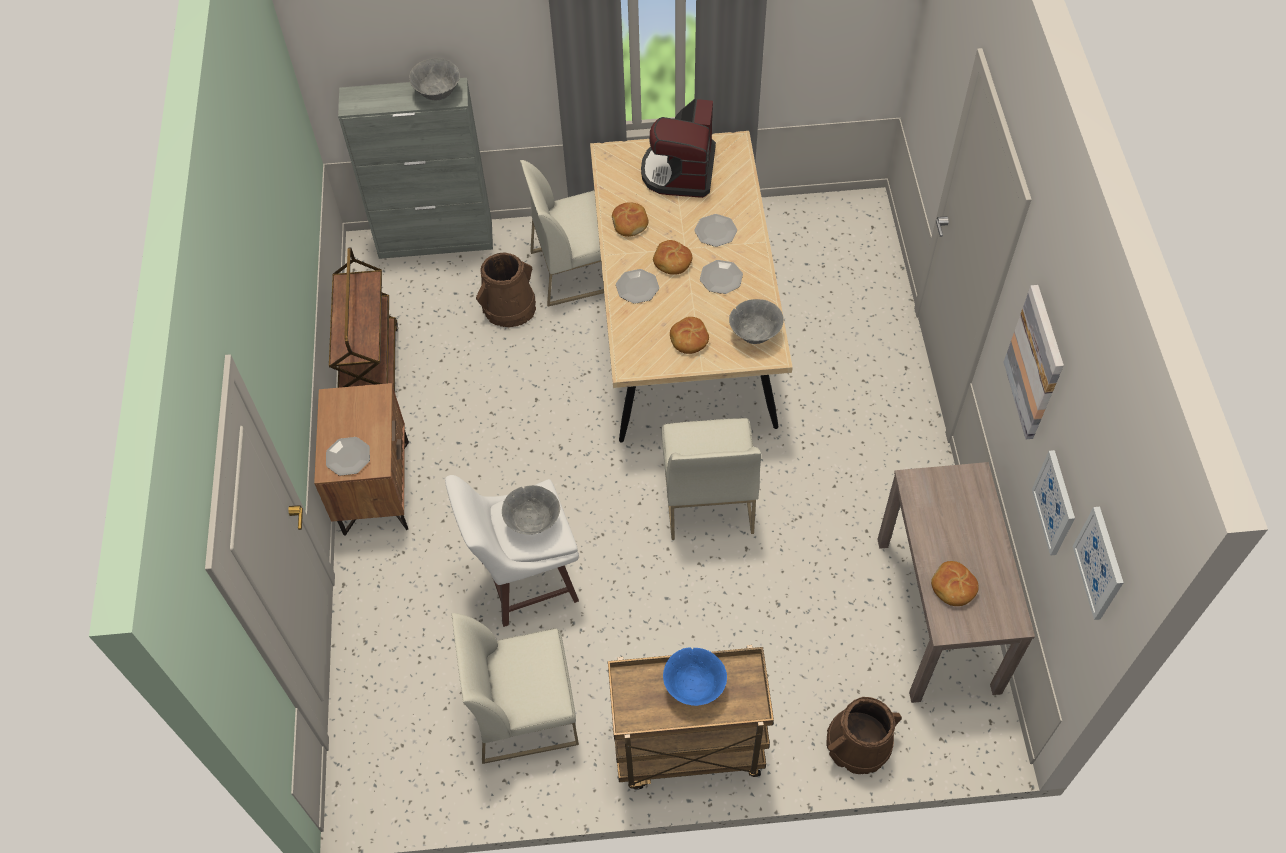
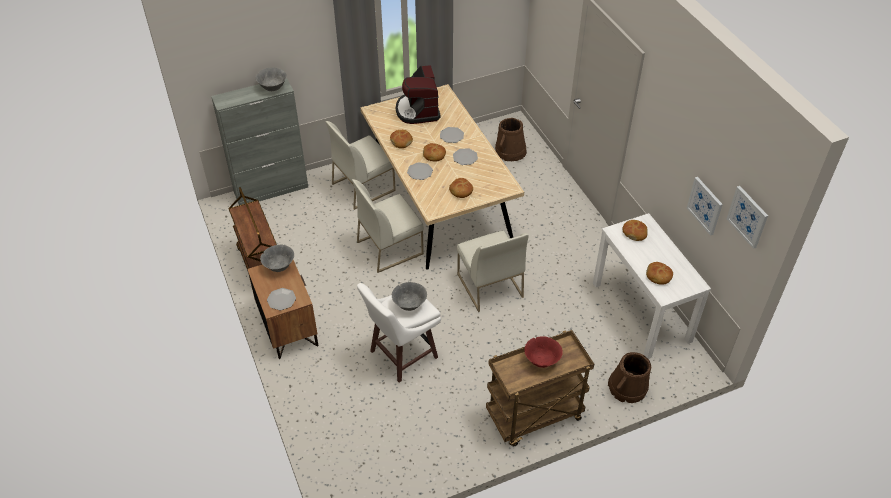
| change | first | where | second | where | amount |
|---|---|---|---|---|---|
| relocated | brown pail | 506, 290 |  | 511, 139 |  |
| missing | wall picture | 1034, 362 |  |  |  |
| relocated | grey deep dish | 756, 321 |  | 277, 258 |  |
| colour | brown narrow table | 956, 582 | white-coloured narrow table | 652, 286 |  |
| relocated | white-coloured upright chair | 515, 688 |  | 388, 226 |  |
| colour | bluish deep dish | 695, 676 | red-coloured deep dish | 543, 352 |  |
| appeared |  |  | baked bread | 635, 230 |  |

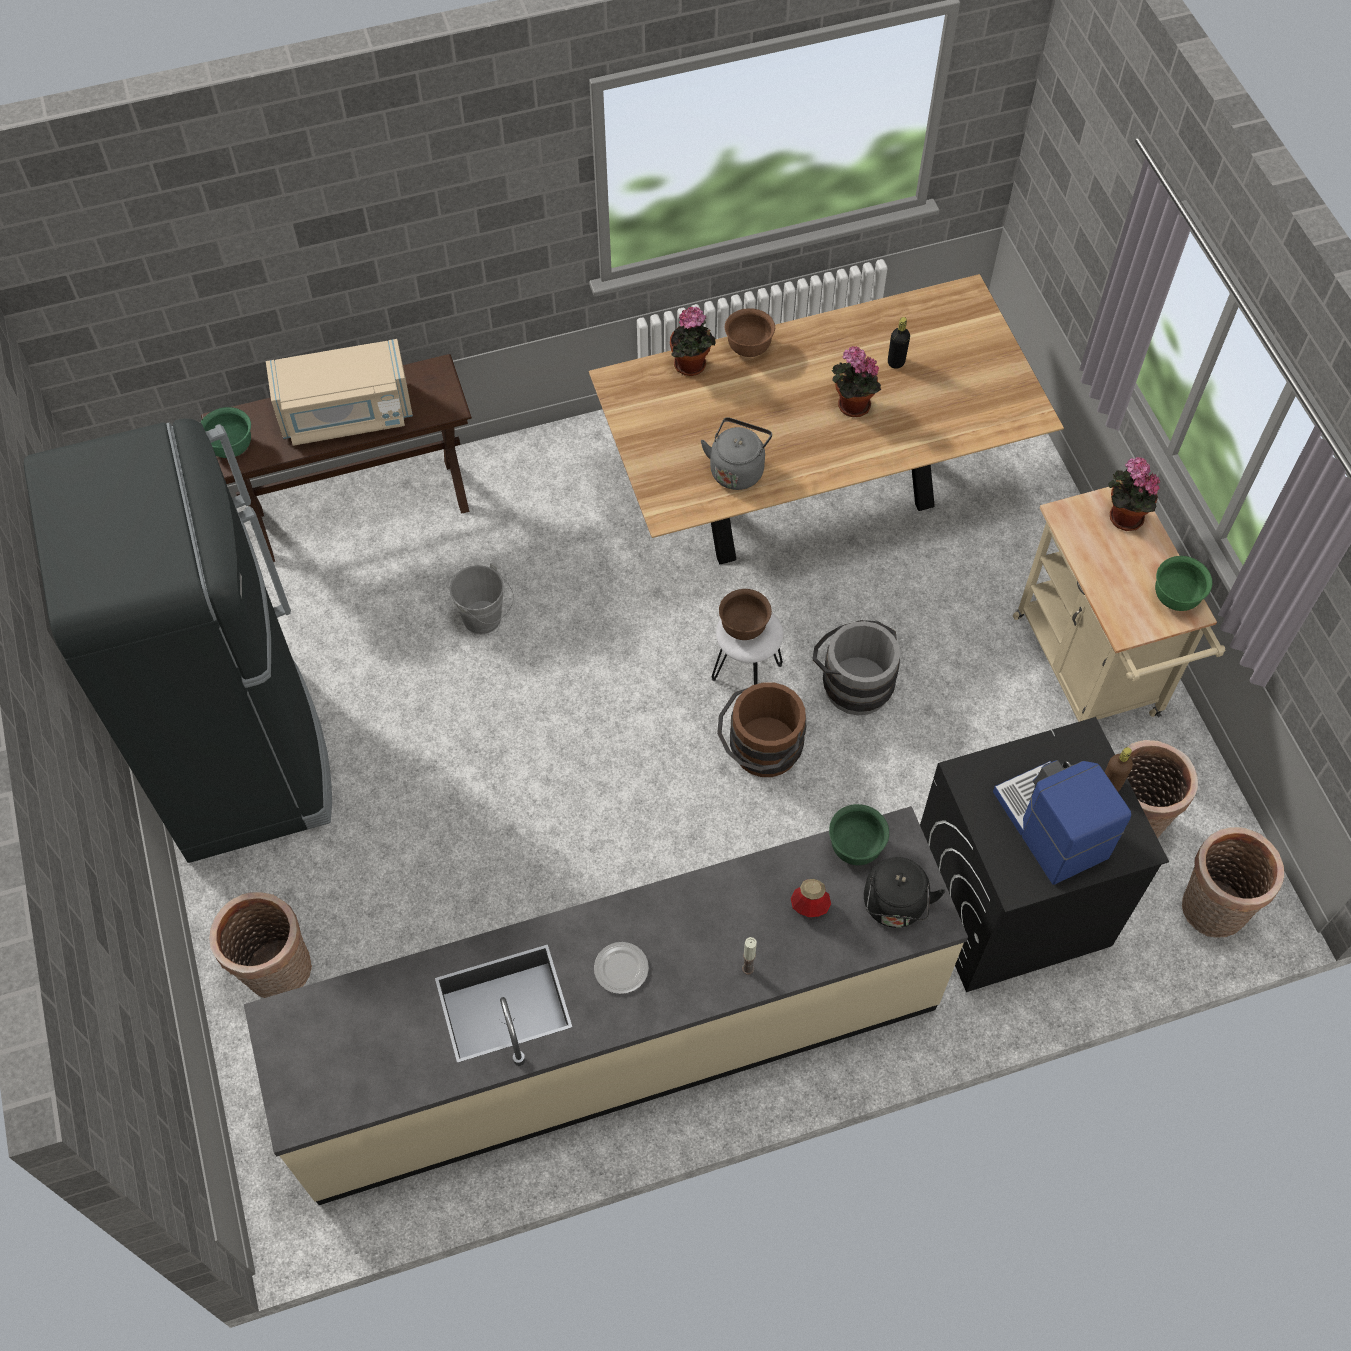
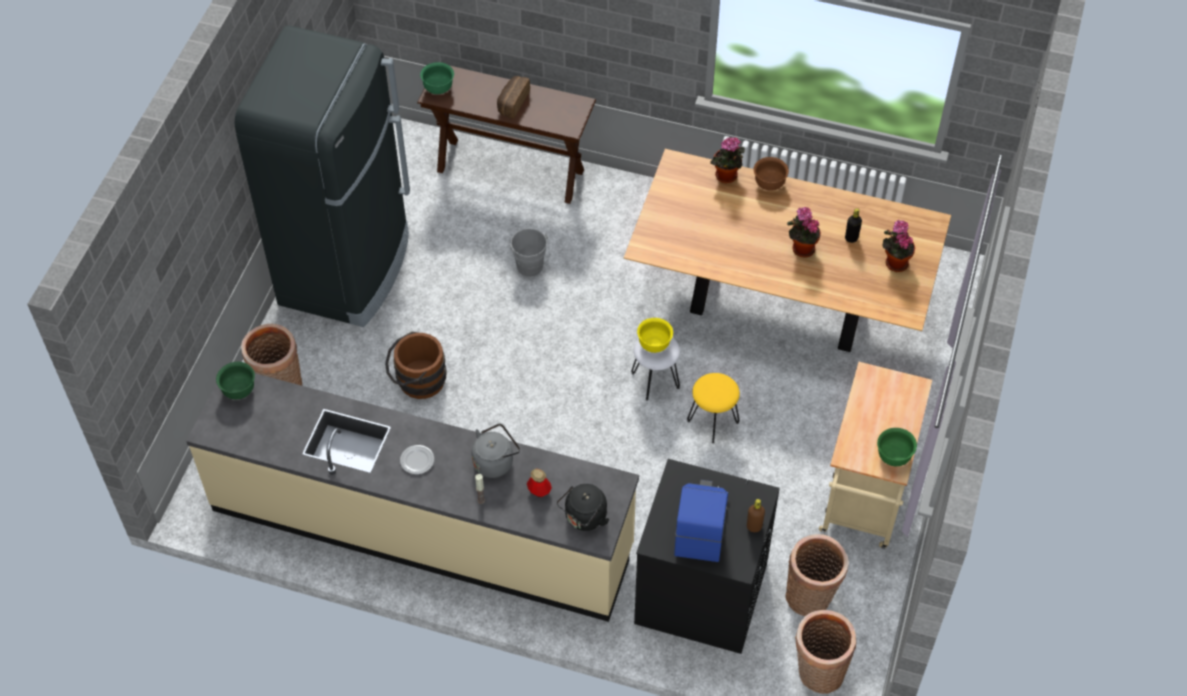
| change | first | where | second | where | amount |
|---|---|---|---|---|---|
| exchanged | beige microwave oven | 339, 392 | baked bread | 513, 97 |  |
| relocated | grey tea kettle | 736, 453 |  | 496, 450 |  |
| relocated | houseplant | 1134, 494 |  | 898, 246 |  |
| colour | brown deep dish | 745, 614 | yellowish deep dish | 655, 335 |  |
| exchanged | grey pail | 856, 667 | yellowish stool seat | 713, 408 |  |
| relocated | brown pail | 761, 729 |  | 415, 365 |  |
| relocated | green deep dish | 859, 834 |  | 235, 380 |  |

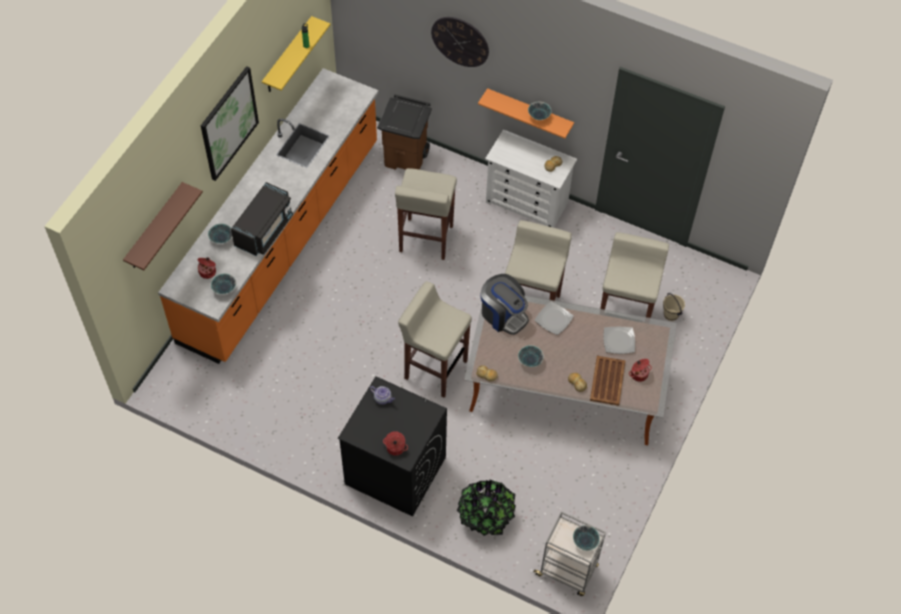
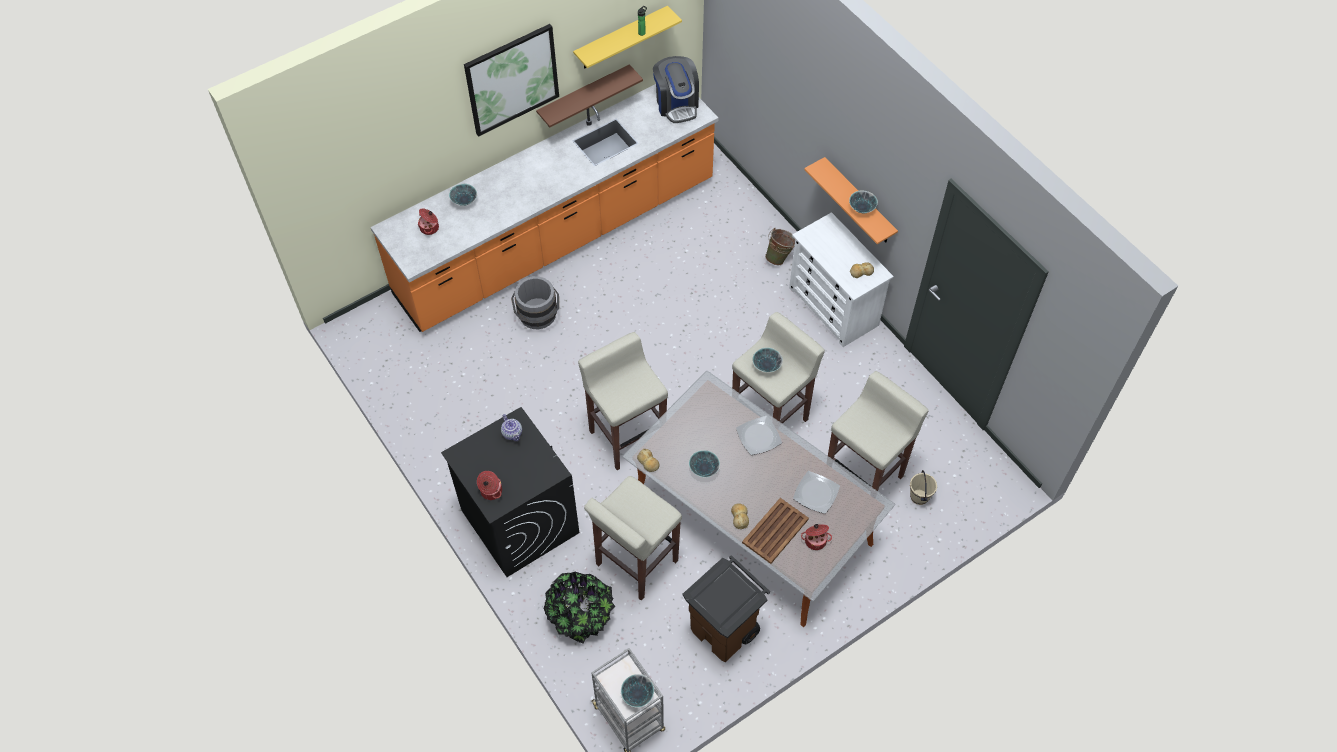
| change | first | where | second | where | amount |
|---|---|---|---|---|---|
| missing | wall clock | 460, 42 |  |  |  |
| relocated | brown rubbish bin | 404, 132 |  | 726, 608 |  |
| relocated | beige stool seat | 426, 214 |  | 633, 538 |  |
| relocated | brown bracket shelf | 163, 226 |  | 589, 95 |  |
| missing | blackish microwave oven | 262, 219 |  |  |  |
| relocated | deep dish | 223, 283 |  | 767, 359 |  |
| relocated | coffee maker | 505, 304 |  | 676, 89 |  |
| appeared |  |  | green pail | 780, 246 |  |
| appeared |  |  | grey pail | 535, 302 |  |

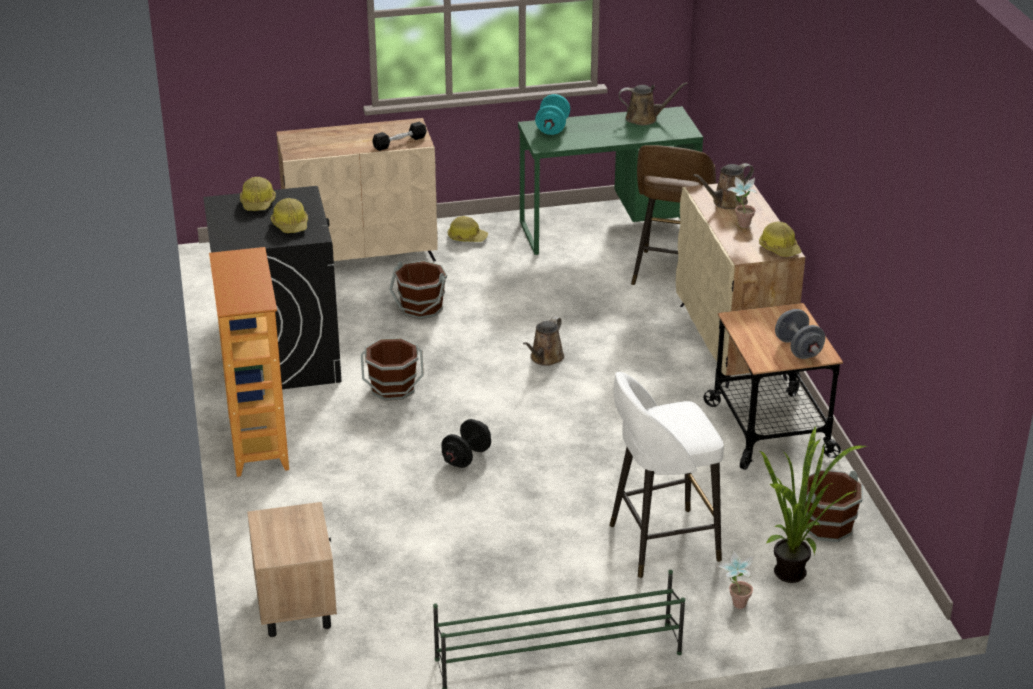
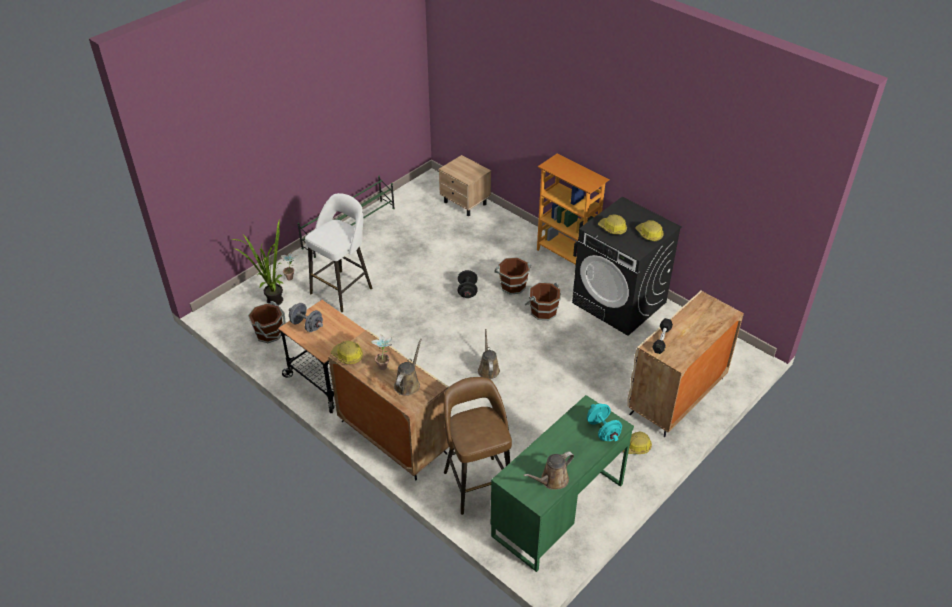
| change | first | where | second | where | amount |
|---|---|---|---|---|---|
| relocated | brown pail | 418, 290 |  | 512, 276 |  |

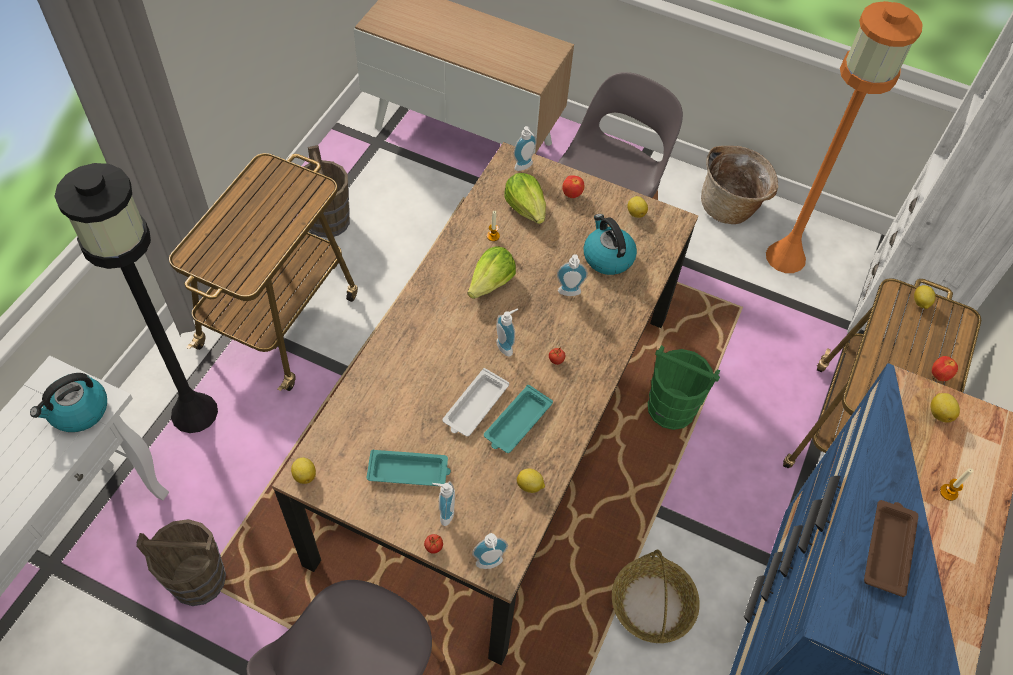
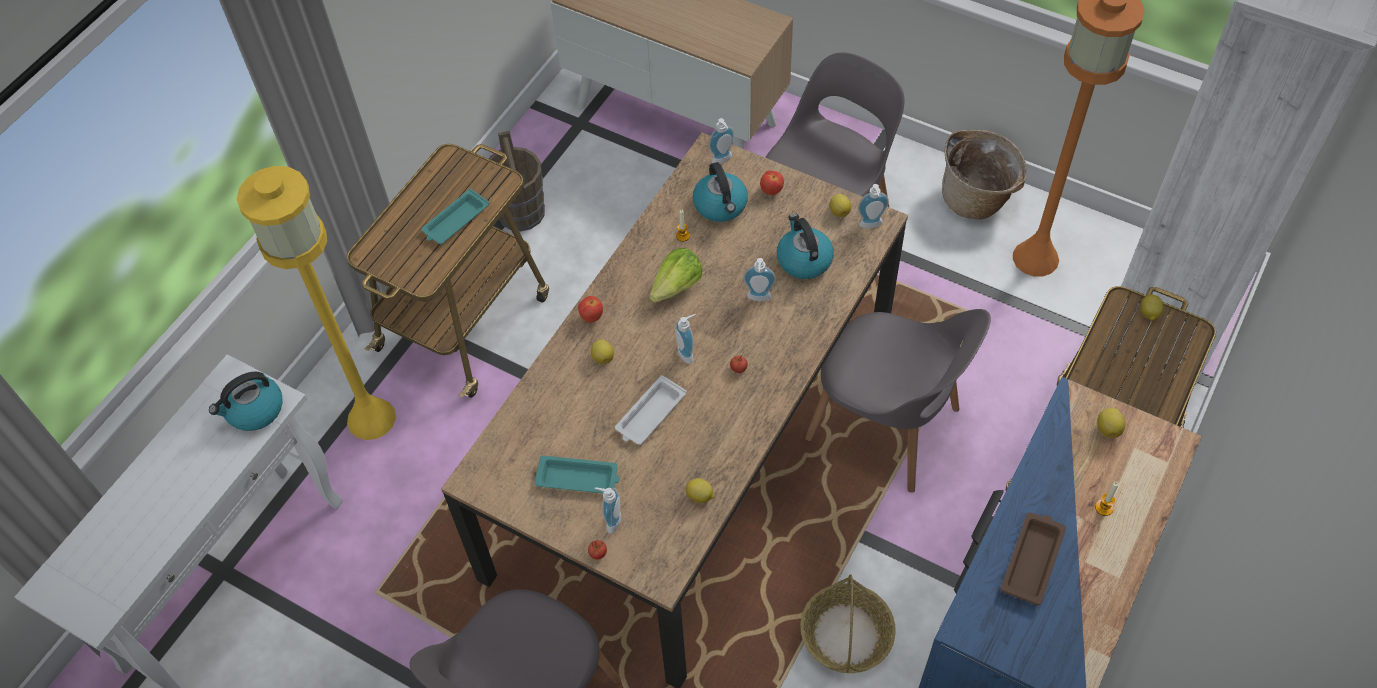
| change | first | where | second | where | amount |
|---|---|---|---|---|---|
| colour | blackish standing lamp | 136, 298 | yellowish standing lamp | 316, 303 |  |
| exchanged | lettuce | 525, 198 | tea kettle | 720, 192 |  |
| exchanged | green pail | 684, 387 | grey upright chair | 898, 401 |  |
| relocated | apple | 945, 368 |  | 590, 309 |  |
| relocated | turquoise-coloured carrying tray | 518, 419 |  | 455, 216 |  |
| relocated | citrus fruit | 303, 470 |  | 602, 351 |  |
| missing | brown pail | 181, 562 |  |  |  |
| relocated | soap dispenser | 490, 551 |  | 873, 206 |  |

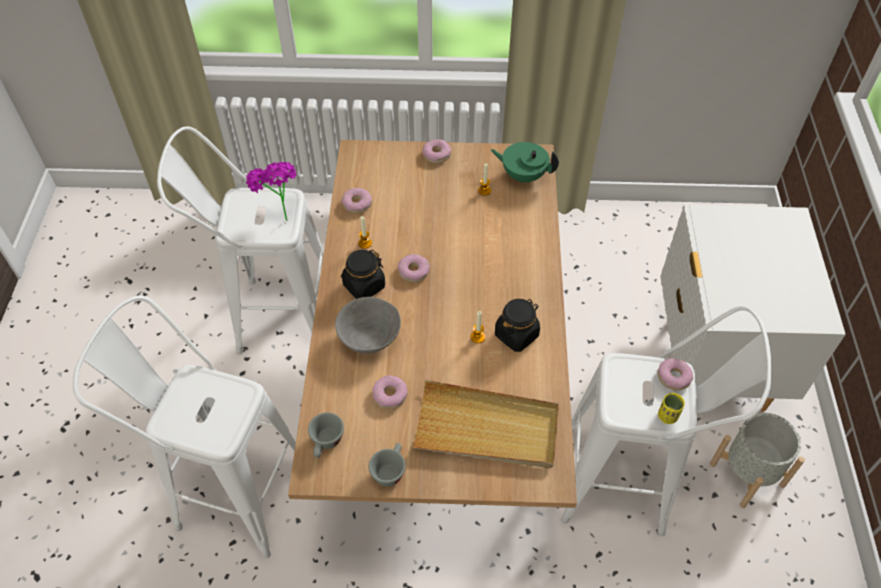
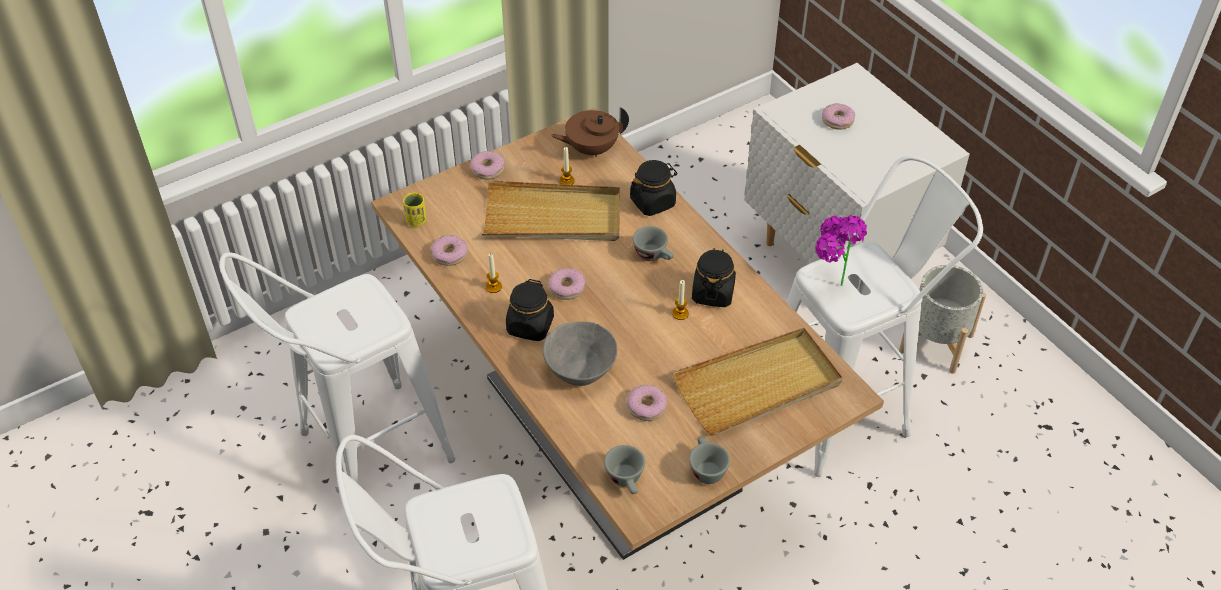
| change | first | where | second | where | amount |
|---|---|---|---|---|---|
| colour | green tea pot | 524, 163 | brown tea pot | 590, 132 |  |
| relocated | houseplant | 271, 191 |  | 841, 250 |  |
| relocated | donut | 675, 374 |  | 838, 116 |  |
| relocated | yellowish cup | 671, 408 |  | 414, 210 |  |
| appeared |  |  | blackish preserve jar | 653, 188 |  |
| appeared |  |  | beige carrying tray | 551, 211 |  |
| appeared |  |  | grey cup | 653, 243 |  |

